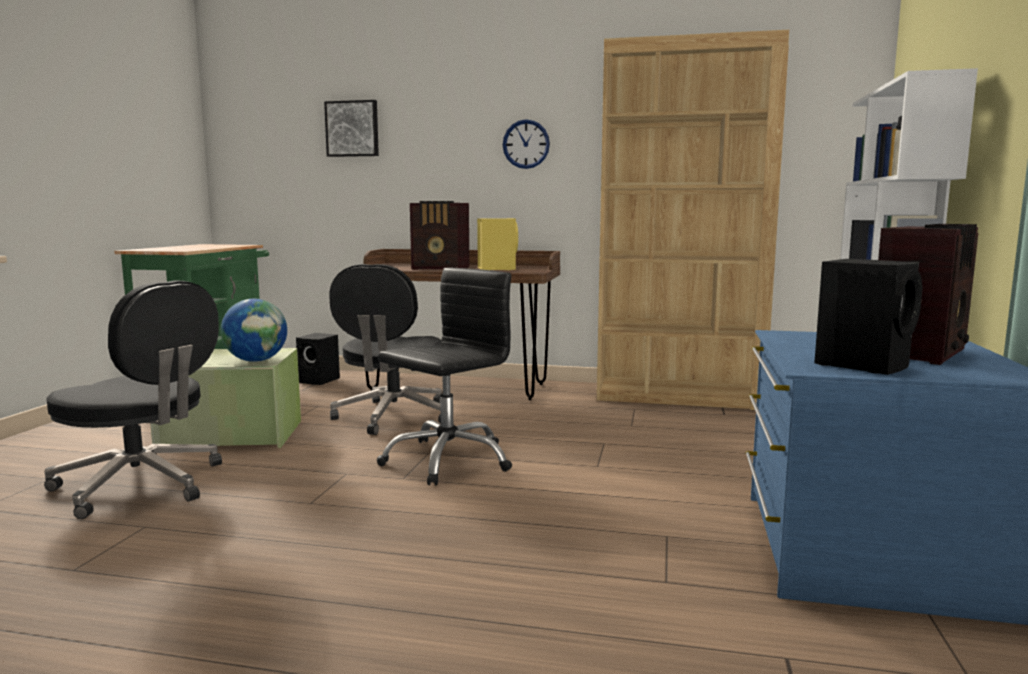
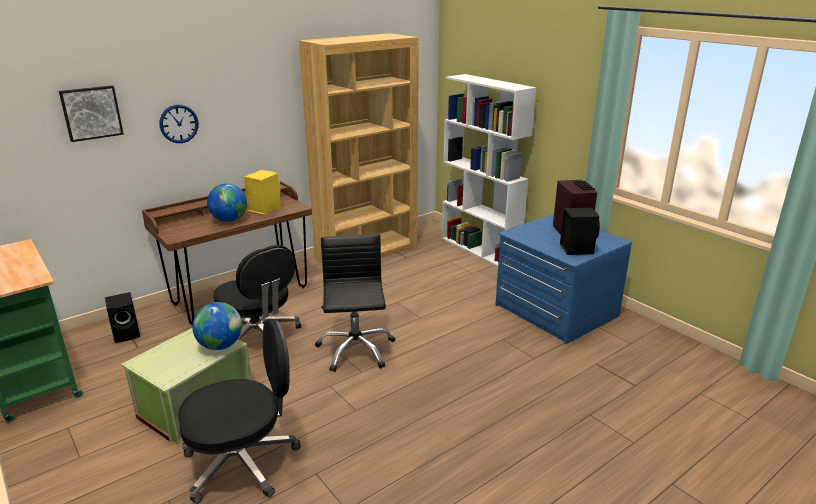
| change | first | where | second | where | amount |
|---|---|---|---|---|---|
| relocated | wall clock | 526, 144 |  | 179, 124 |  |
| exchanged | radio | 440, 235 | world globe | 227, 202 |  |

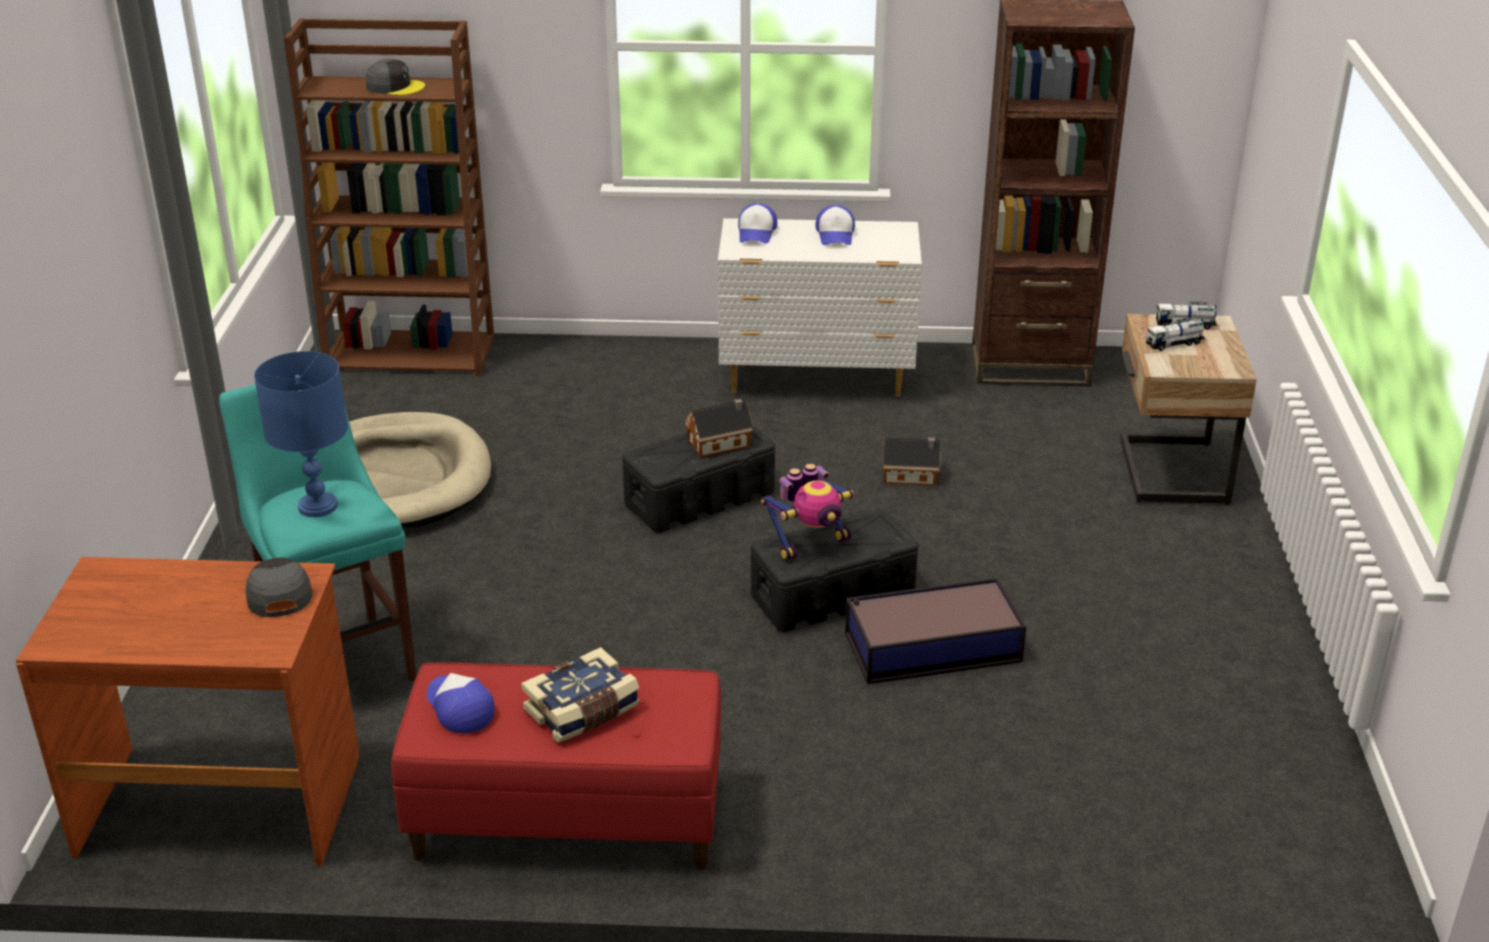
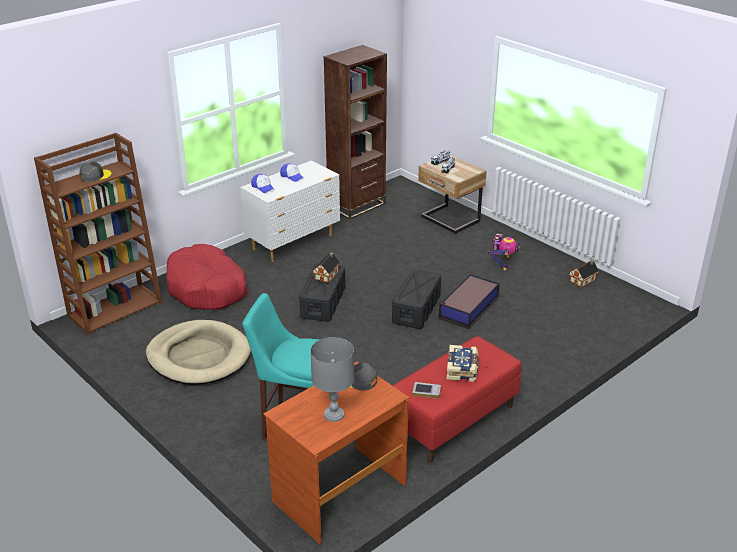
| change | first | where | second | where | amount |
|---|---|---|---|---|---|
| missing | bluish table lamp | 301, 434 |  |  |  |
| relocated | miniature house | 912, 461 |  | 584, 274 |  |
| relocated | robot figure | 807, 512 |  | 504, 252 |  |
| exchanged | peaked cap | 461, 703 | volume | 426, 390 |  |
| appeared |  |  | red-coloured pet bed | 207, 277 |  |
| appeared |  |  | grey table lamp | 333, 379 |  |

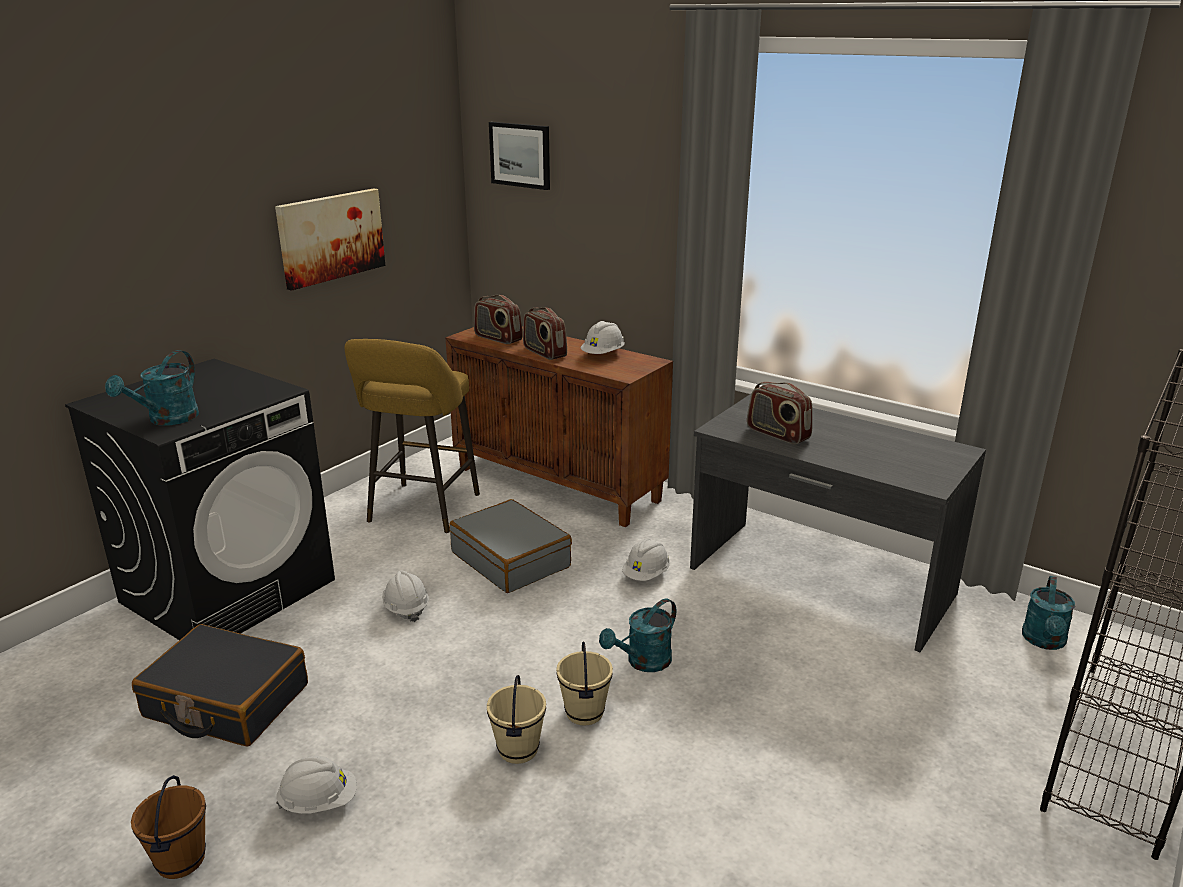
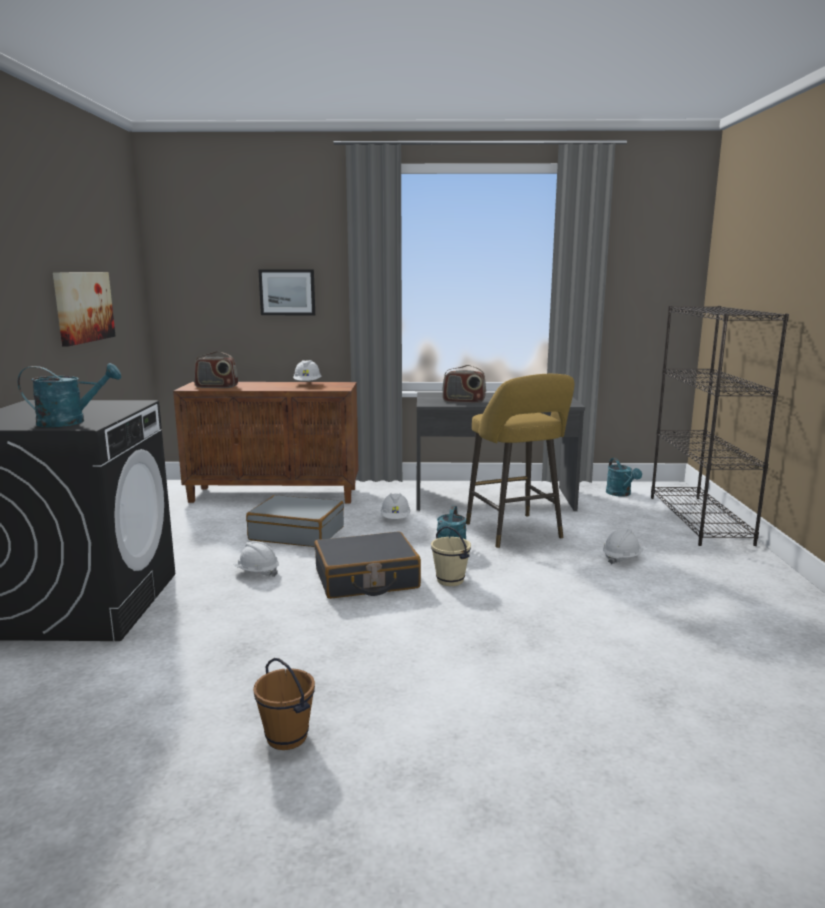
| change | first | where | second | where | amount |
|---|---|---|---|---|---|
| relocated | wall picture | 519, 156 |  | 286, 292 |  |
| missing | radio | 545, 333 |  |  |  |
| relocated | yellowish stool seat | 412, 436 |  | 520, 461 |  |
| spun | turquoise-coloured watering pot | 152, 388 |  | 69, 395 | 90 degrees counterclockwise |
| relocated | blackish suitcase | 220, 685 |  | 367, 565 |  |
| missing | beige pail | 516, 719 |  |  |  |
| relocated | white-coloured safety helmet | 316, 785 |  | 623, 546 |  |

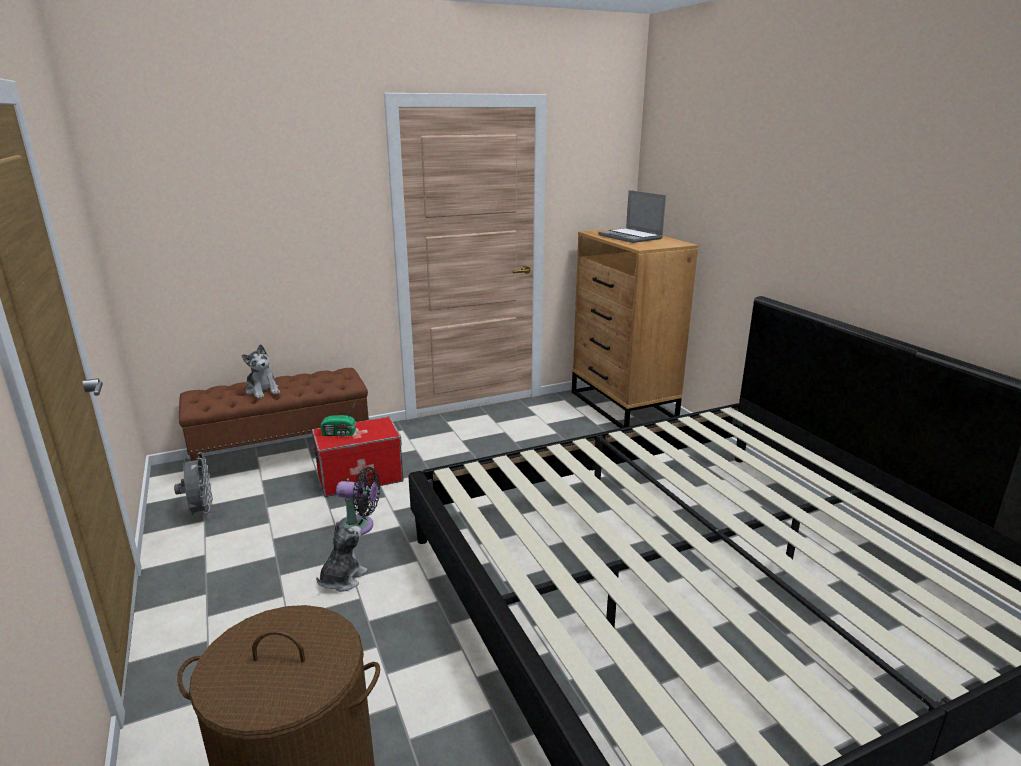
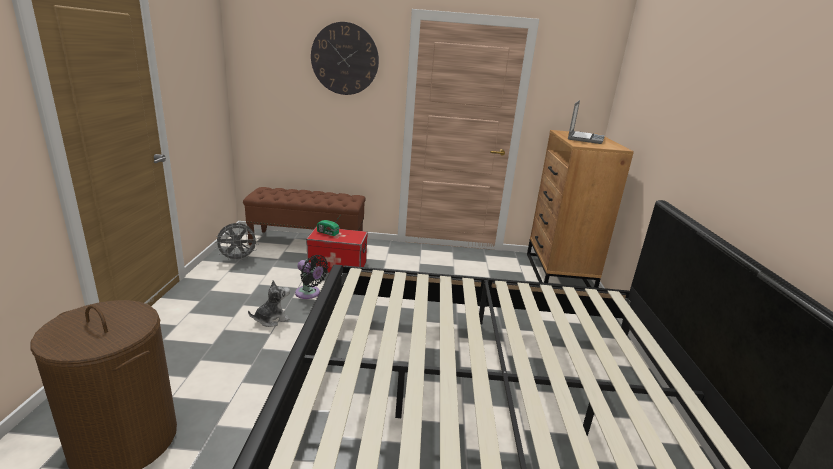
| change | first | where | second | where | amount |
|---|---|---|---|---|---|
| spun | portable computer | 632, 216 |  | 586, 122 | 150 degrees counterclockwise |
| missing | soft toy | 261, 371 |  |  |  |
| spun | grey electric fan | 193, 485 |  | 237, 242 | 60 degrees clockwise |
| appeared |  |  | wall clock | 345, 58 |  |

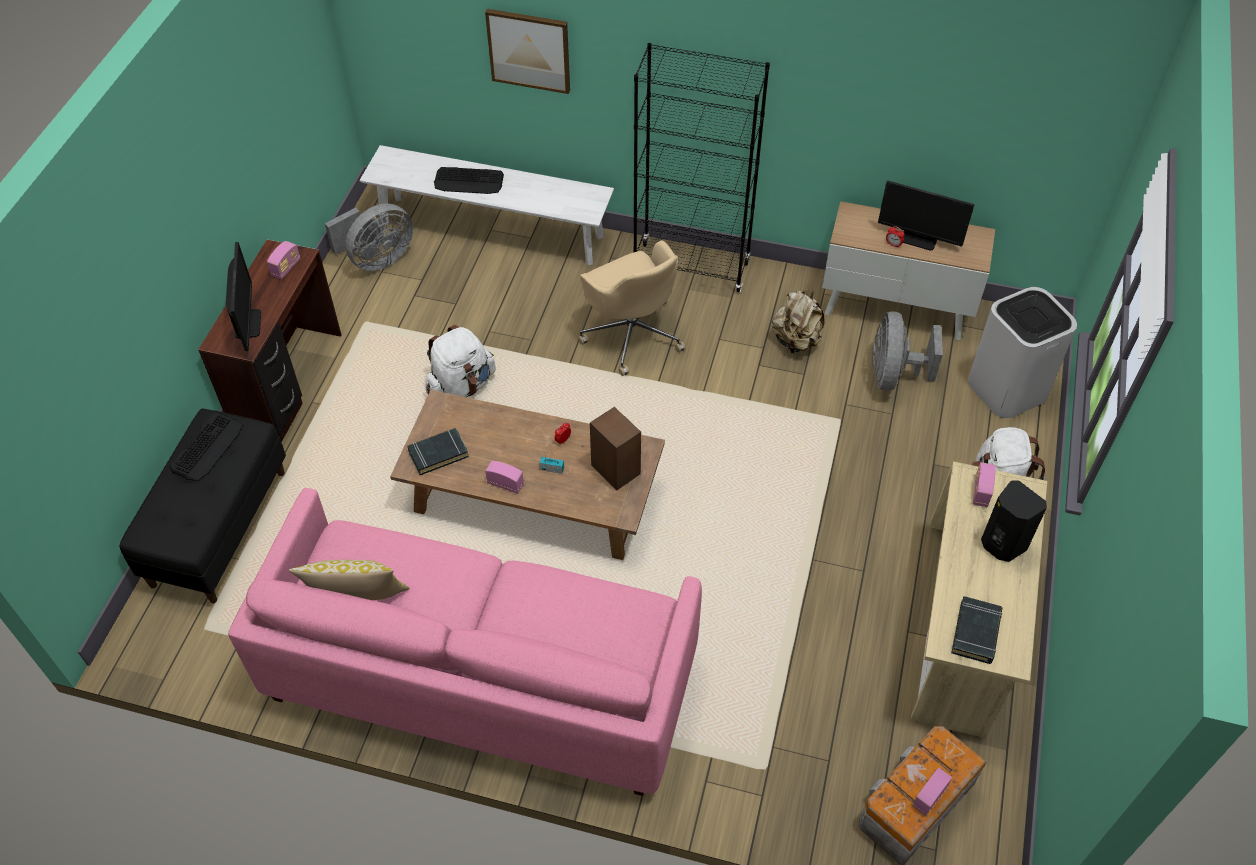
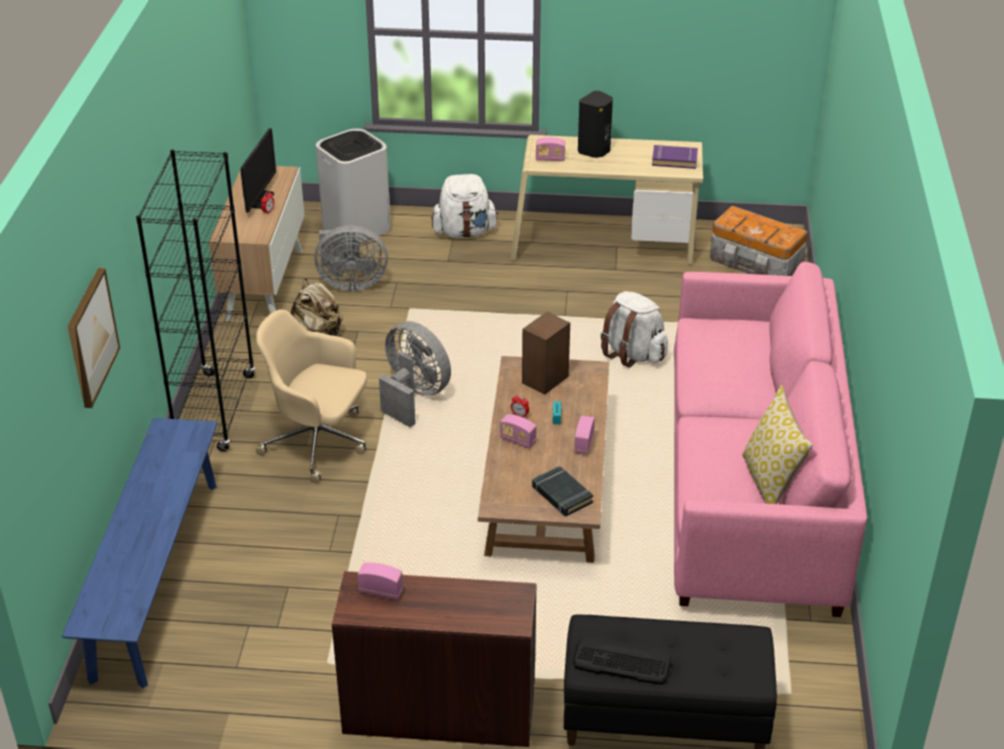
| change | first | where | second | where | amount |
|---|---|---|---|---|---|
| colour | white-coloured bench | 486, 205 | bluish bench | 140, 553 |  |
| missing | computer keyboard | 469, 180 |  |  |  |
| relocated | grey electric fan | 369, 237 |  | 415, 374 |  |
| spun | beige office chair | 632, 308 |  | 311, 396 | 120 degrees counterclockwise |
| missing | monitor | 243, 296 |  |  |  |
| relocated | white-coloured knapsack | 461, 361 |  | 634, 329 |  |
| colour | blackish volume | 976, 630 | purple-coloured volume | 675, 157 |  |
| relocated | radio | 932, 792 |  | 518, 431 |  |

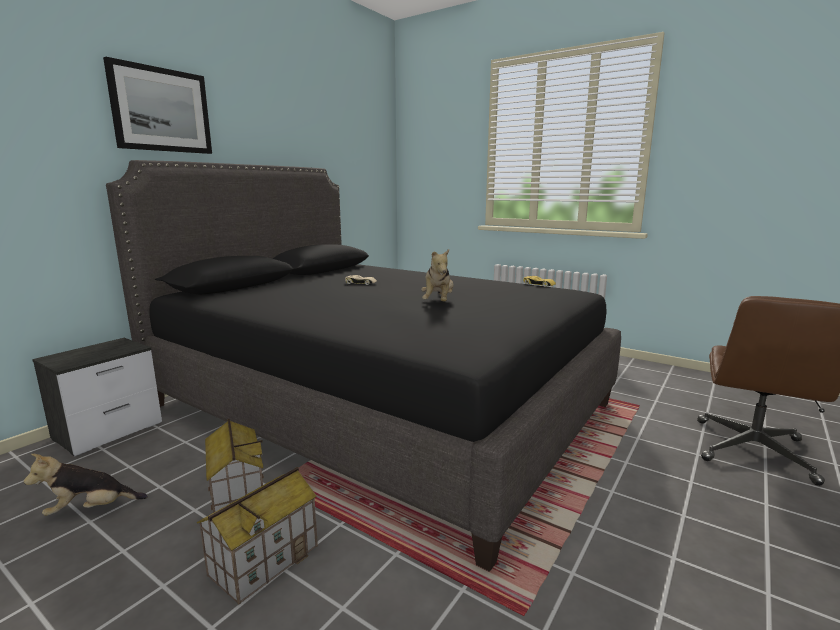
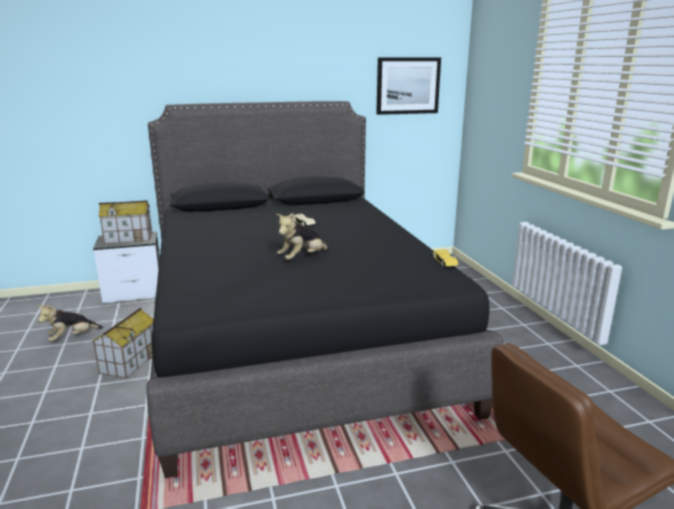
| change | first | where | second | where | amount |
|---|---|---|---|---|---|
| relocated | wall picture | 157, 105 |  | 408, 86 |  |
| spun | soft toy | 86, 485 |  | 70, 323 | 60 degrees counterclockwise |
| relocated | miniature house | 257, 536 |  | 125, 222 |  |

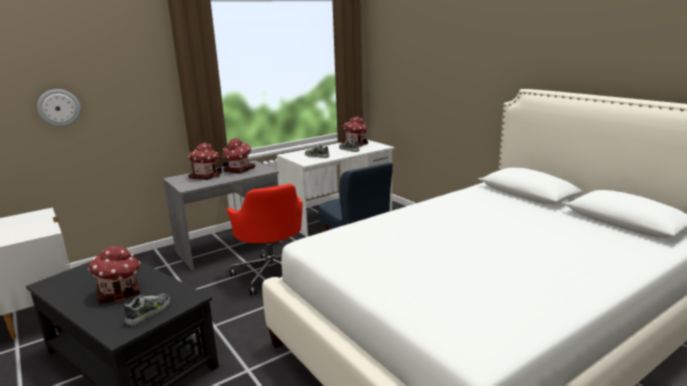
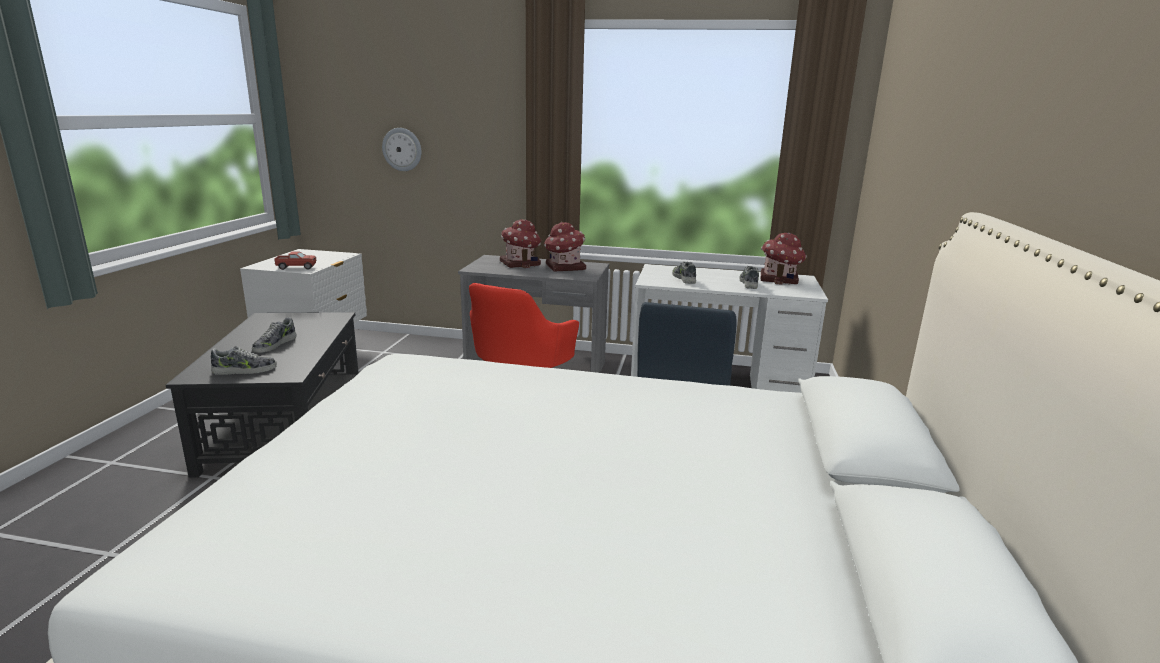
| change | first | where | second | where | amount |
|---|---|---|---|---|---|
| exchanged | miniature house | 114, 275 | item of footwear | 274, 335 |  |
| appeared |  |  | model truck | 295, 260 |  |

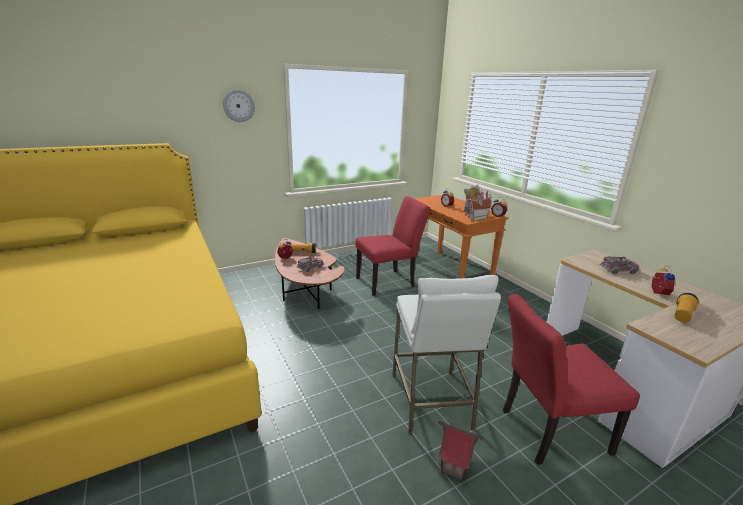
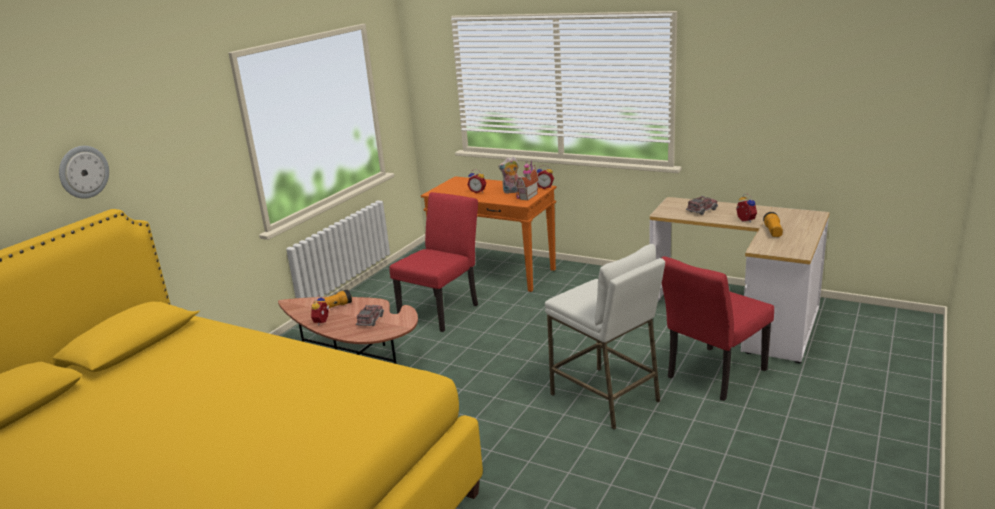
| change | first | where | second | where | amount |
|---|---|---|---|---|---|
| relocated | wall clock | 239, 105 |  | 84, 172 |  |
| missing | miniature house | 461, 451 |  |  |  |

